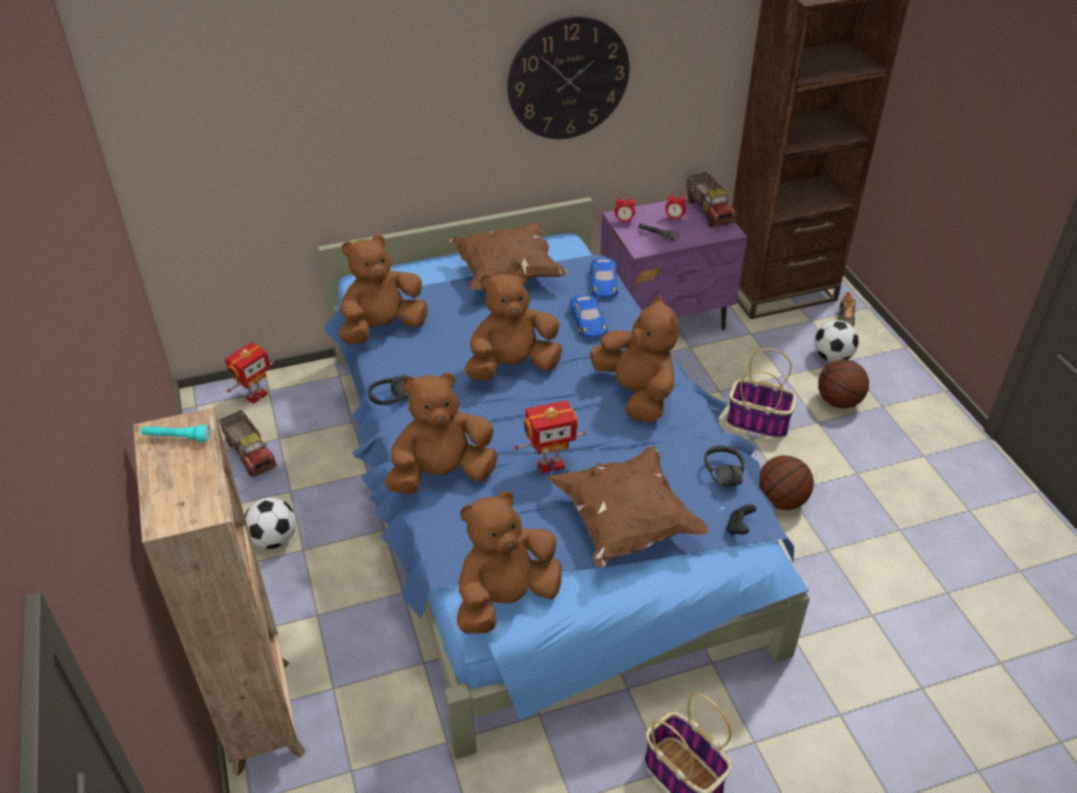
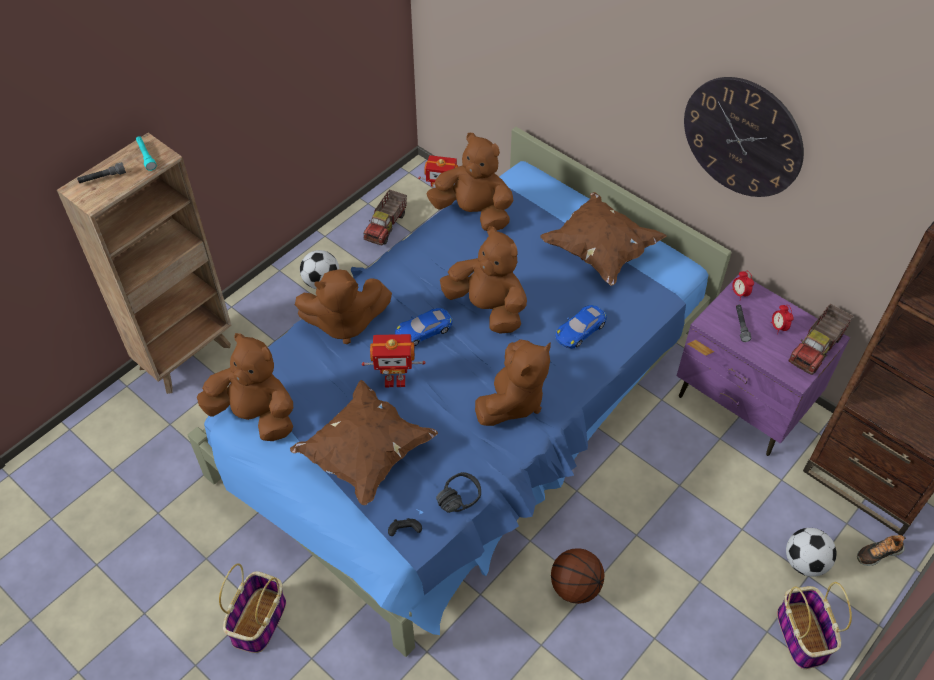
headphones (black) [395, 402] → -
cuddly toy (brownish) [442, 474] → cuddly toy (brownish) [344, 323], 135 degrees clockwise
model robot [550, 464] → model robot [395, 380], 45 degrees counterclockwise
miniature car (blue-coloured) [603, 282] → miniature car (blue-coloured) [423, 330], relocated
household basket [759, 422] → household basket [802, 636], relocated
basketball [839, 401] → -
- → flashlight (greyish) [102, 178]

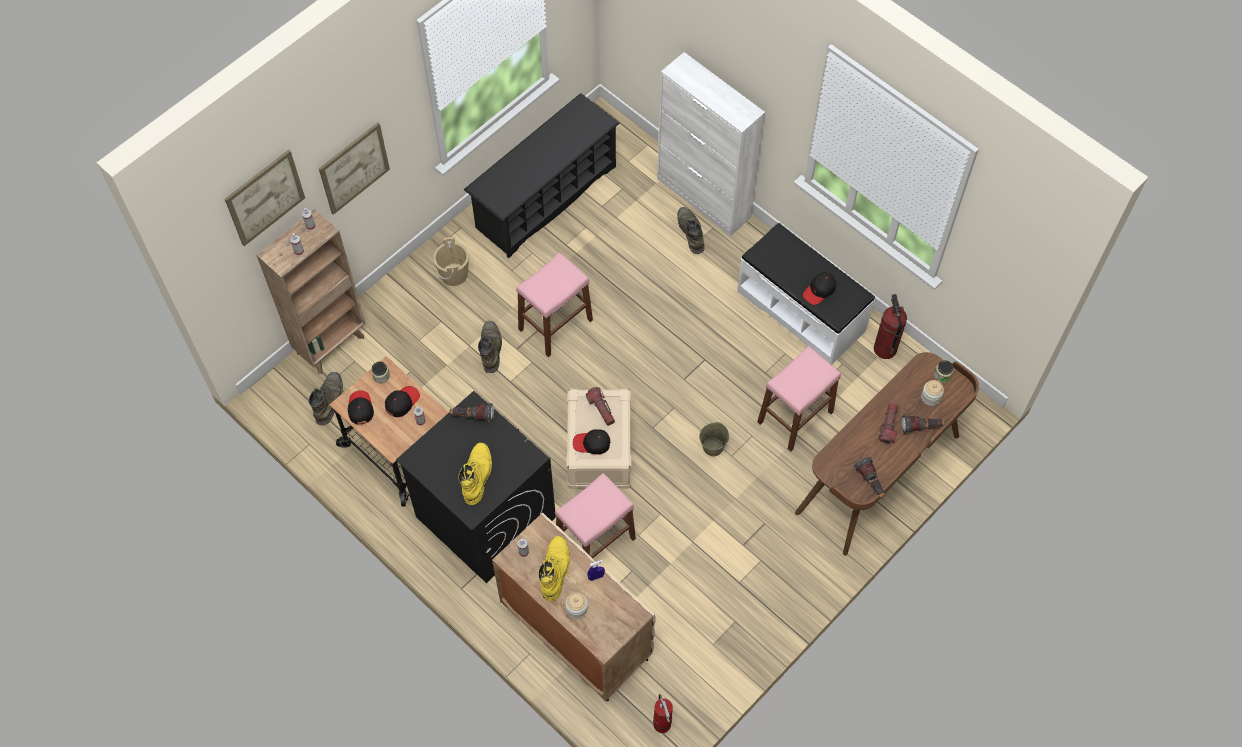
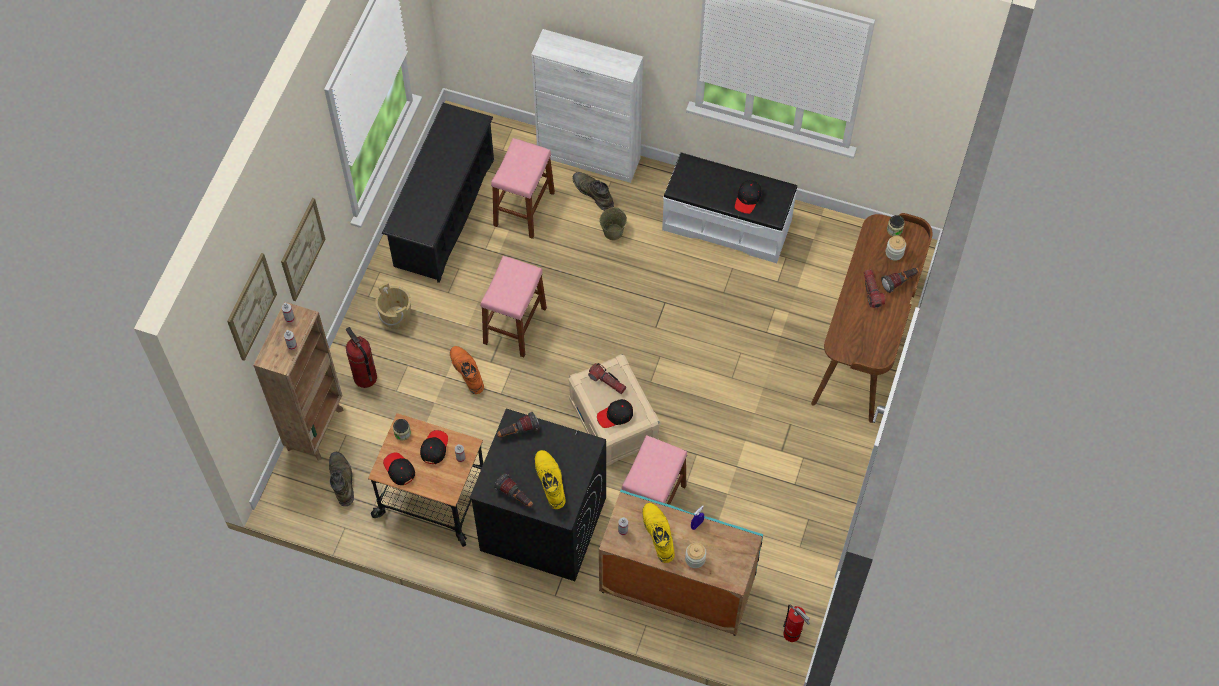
high-top boot (greenish) [490, 348] → high-top boot (orange-coloured) [467, 371]
cabinet (sand-coloured) [575, 631] → cabinet (turquoise) [675, 588]
water bucket (sand-coloured) [713, 446] → water bucket (sand-coloured) [613, 231], relocated
stool (pinkish) [795, 417] → stool (pinkish) [524, 209], relocated
flashlight [870, 483] → flashlight [515, 496], relocated
extinguisher [885, 349] → extinguisher [365, 377], relocated

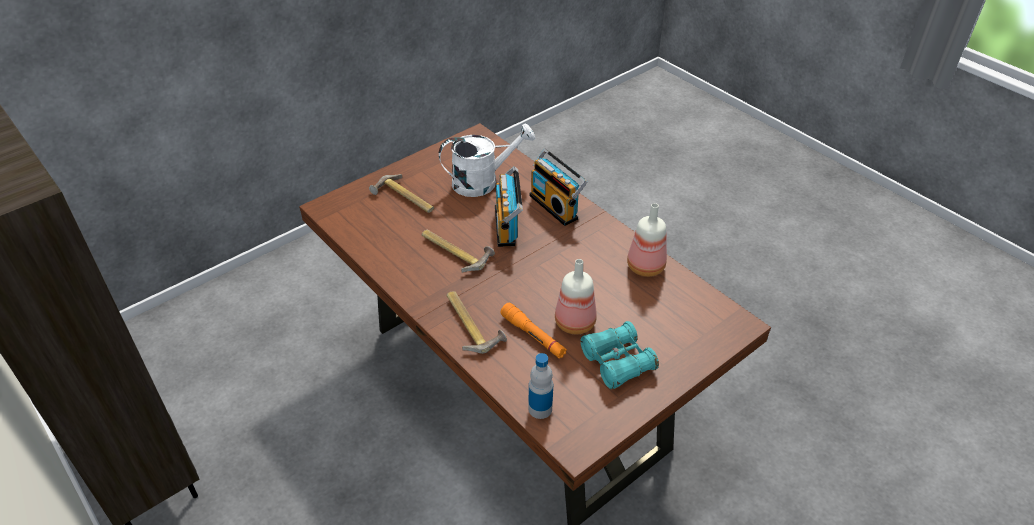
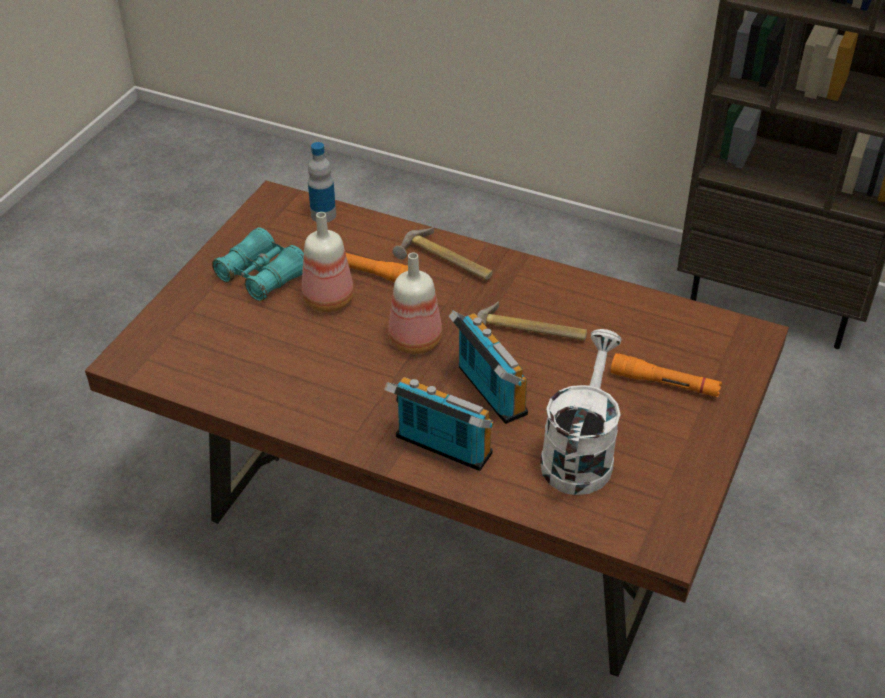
tool hammer [404, 199] → flashlight (orange-coloured) [664, 383]
watering pot (white) [483, 181] → watering pot (white) [579, 453], 150 degrees clockwise
drink bottle [646, 267] → drink bottle [414, 340], relocated

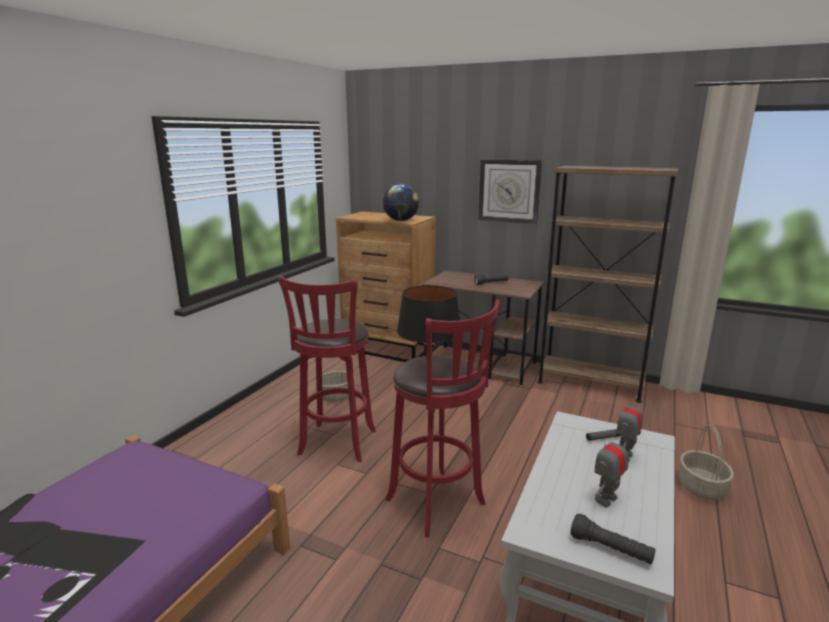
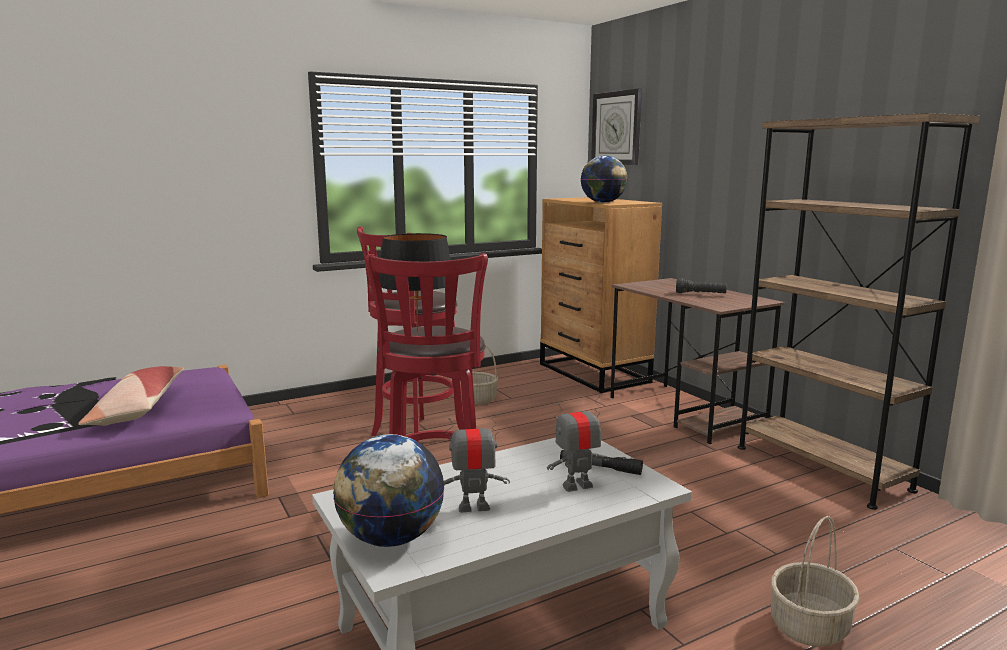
wall clock [509, 191] → wall clock [616, 128], relocated
flashlight (black) [610, 549] → desk globe [390, 538]
- → throw pillow [137, 408]

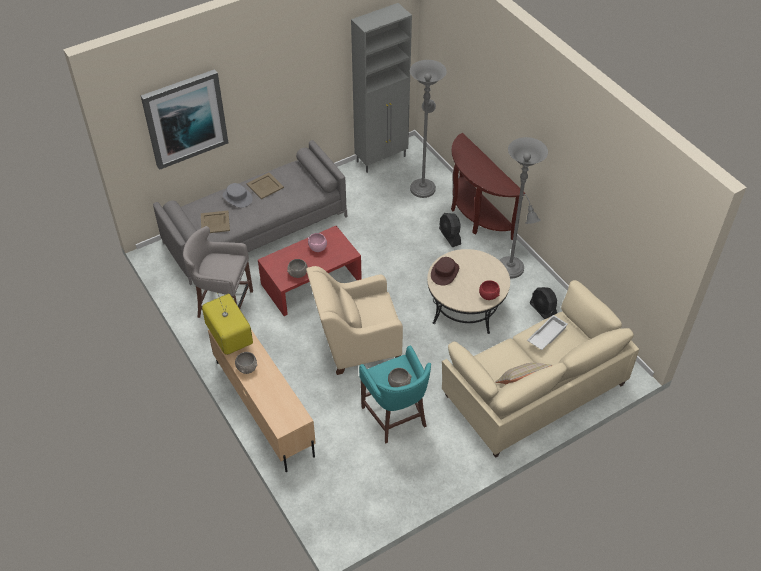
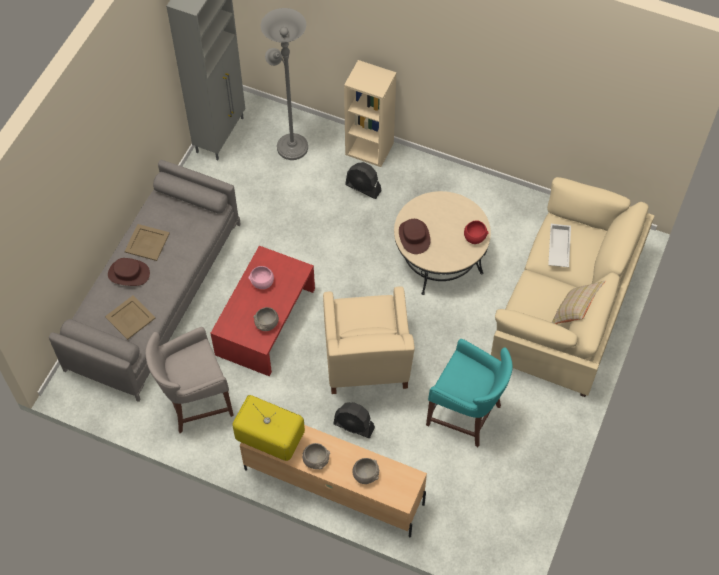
picture [185, 118] → -
clothing hat (greyish) [237, 197] → clothing hat (brownish) [128, 274]
armchair (sand-coloured) [356, 344] → armchair (sand-coloured) [366, 362], 45 degrees counterclockwise
serving bowl (greyish) [399, 384] → serving bowl (greyish) [366, 475], relocated
hall table (brownish) [476, 215] → bookcase (sand-coloured) [370, 148]
standing lamp (greyish) [512, 271] → -
cooling fan (black) [543, 311] → cooling fan (black) [354, 426], relocated

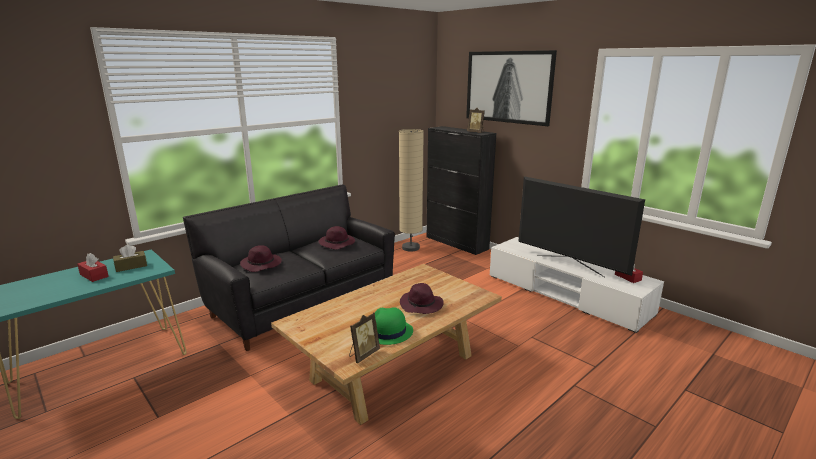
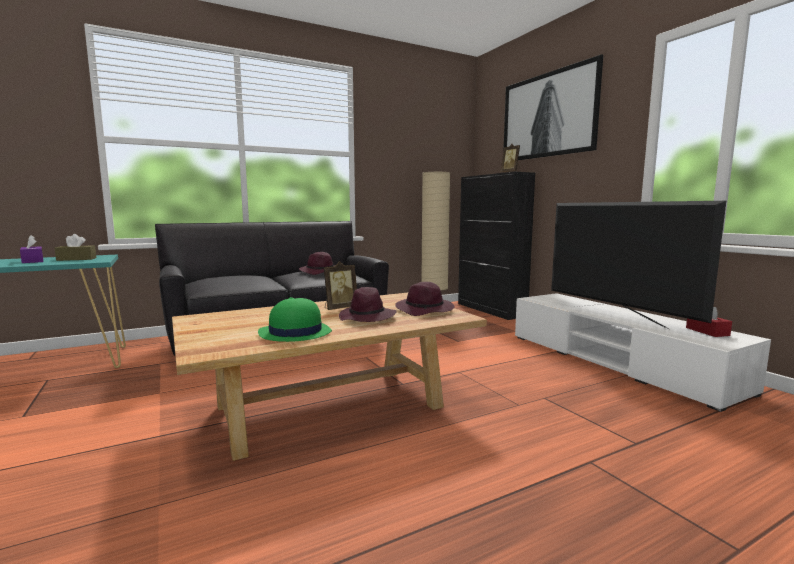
tissue holder (reddish) [94, 275] → tissue holder (purplish) [32, 261]
clothing hat (purplish) [262, 264] → clothing hat (purplish) [425, 310], relocated
standing frame [363, 354] → standing frame [340, 308], relocated

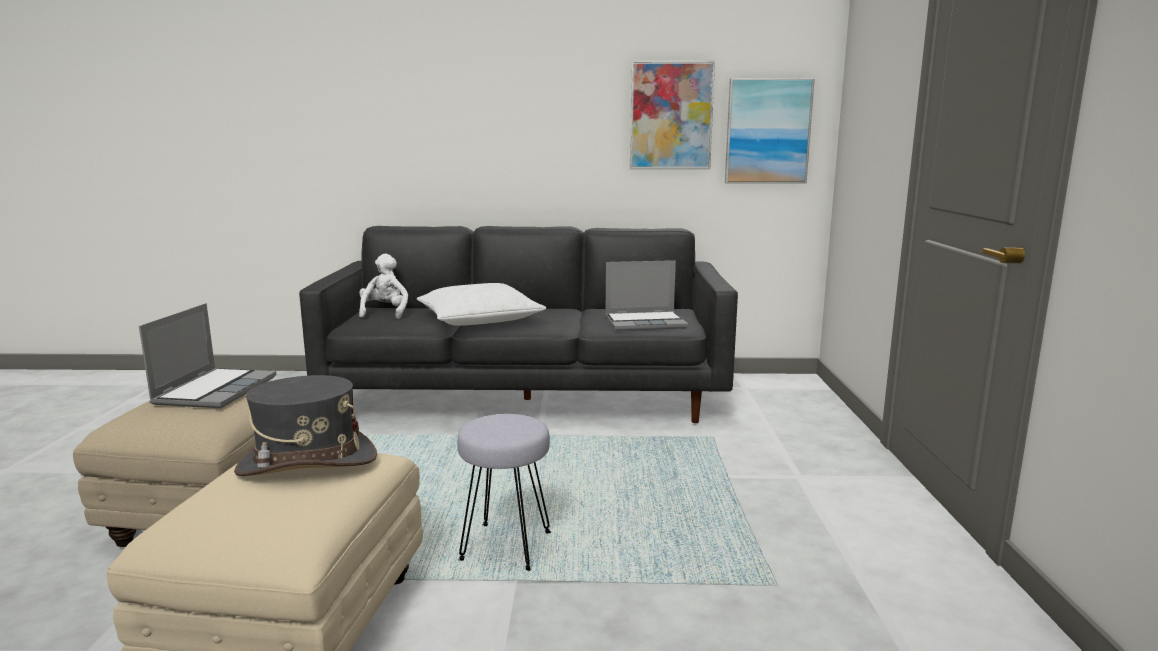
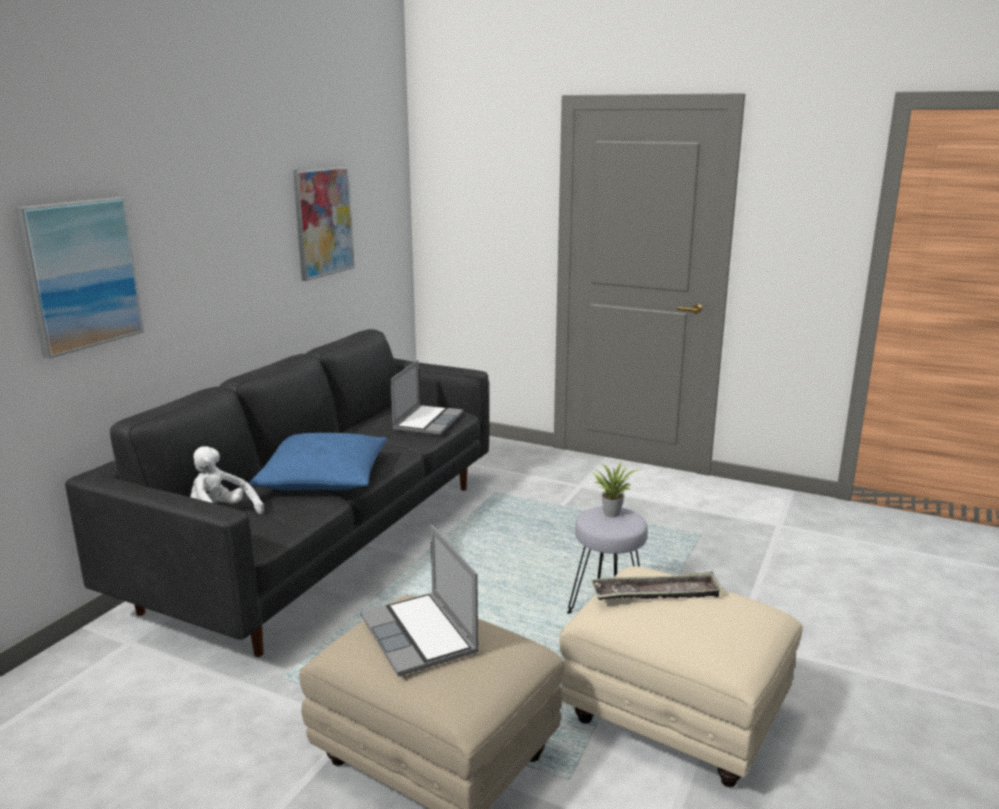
laptop [215, 390] → laptop [421, 636], 150 degrees counterclockwise
clothing hat (greyish) [307, 463] → carrying tray [656, 594]
throw pillow (white) [479, 319] → throw pillow (blue-coloured) [323, 477]
picture [767, 131] → picture [81, 274], relocated
- → potted plant [611, 512]

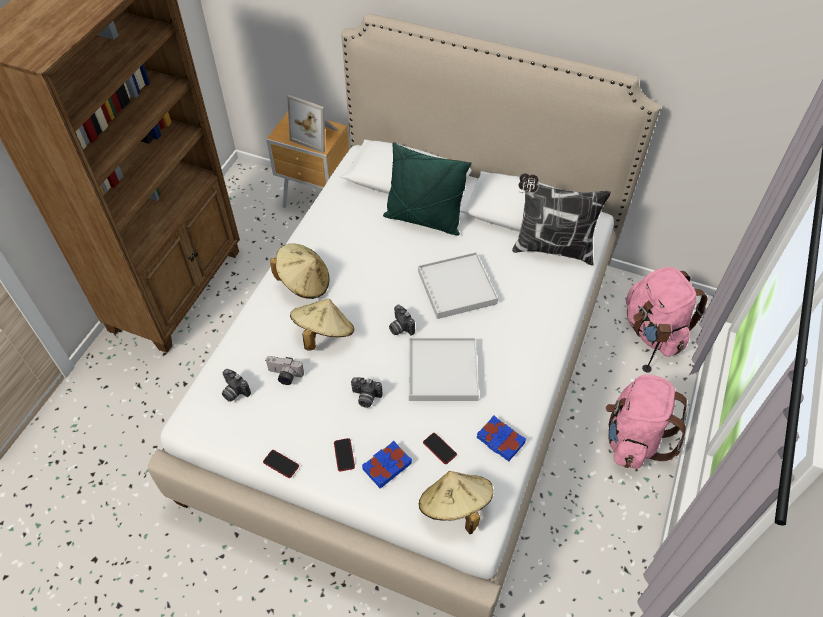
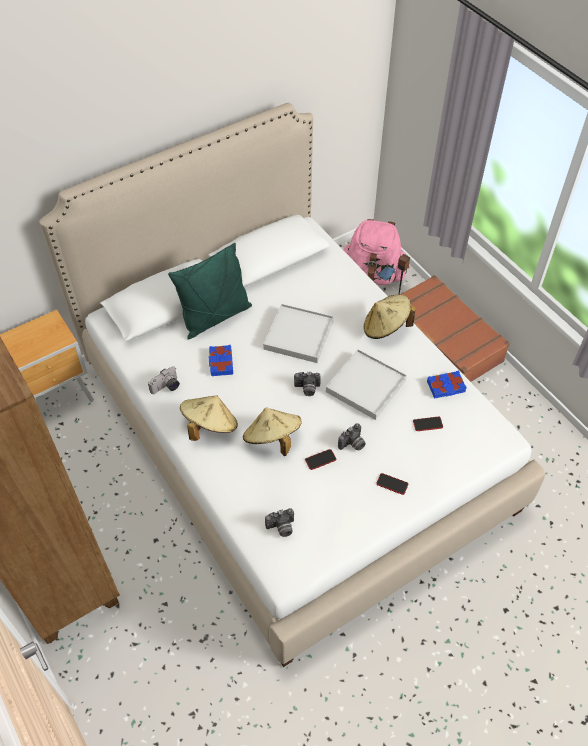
handset [281, 464] → handset [320, 460], relocated
still camera [284, 376] → still camera [166, 387], relocated
standing frame [316, 135] → -
book (blue-coloured) [386, 466] → book (blue-coloured) [220, 363], relocated
clothing hat (sand-coloured) [454, 507] → clothing hat (sand-coloured) [385, 328], relocated
throw pillow [551, 248] → -
rucksack (pinkish) [633, 438] → suitcase (brownish) [443, 340]

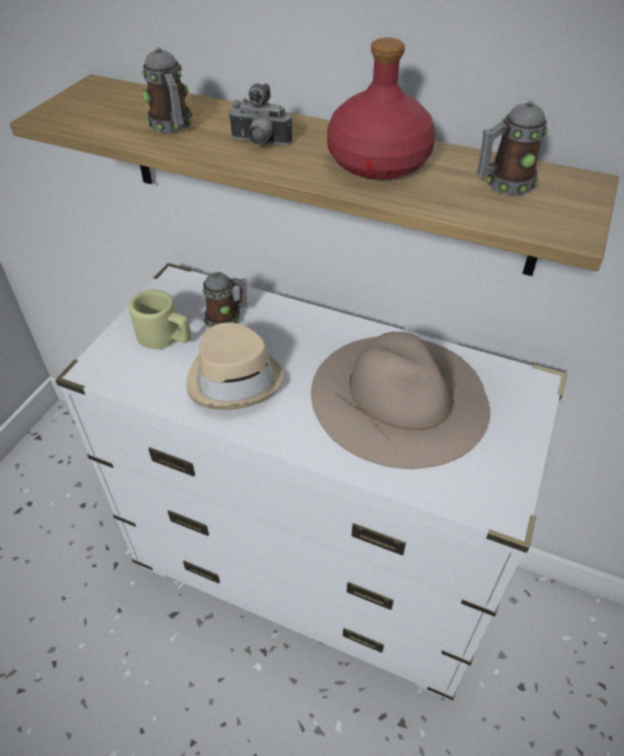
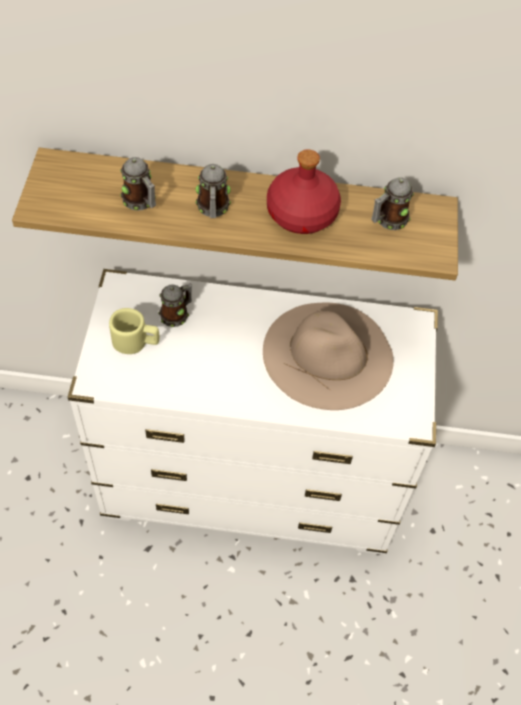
clothing hat (sand-coloured) [235, 378] → -
still camera [259, 143] → mug [213, 209]

